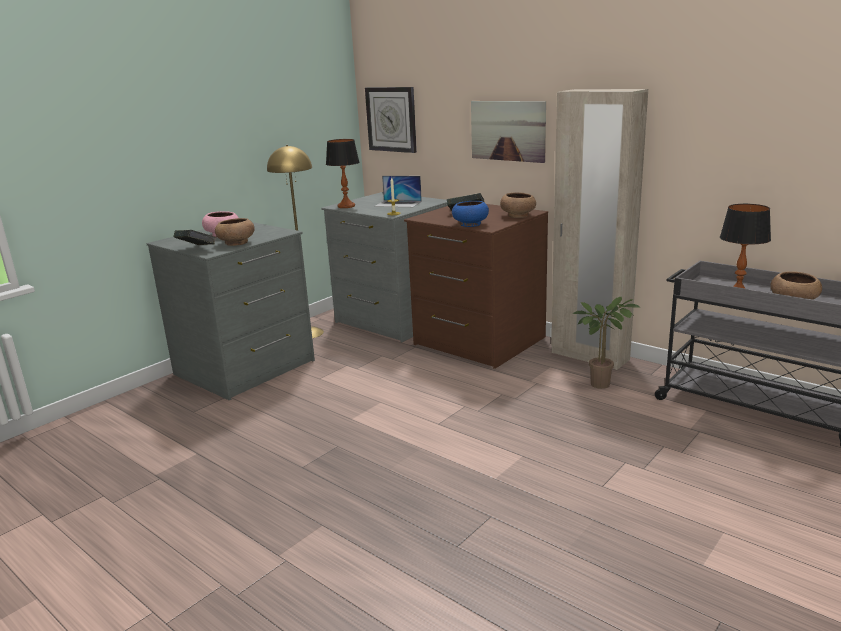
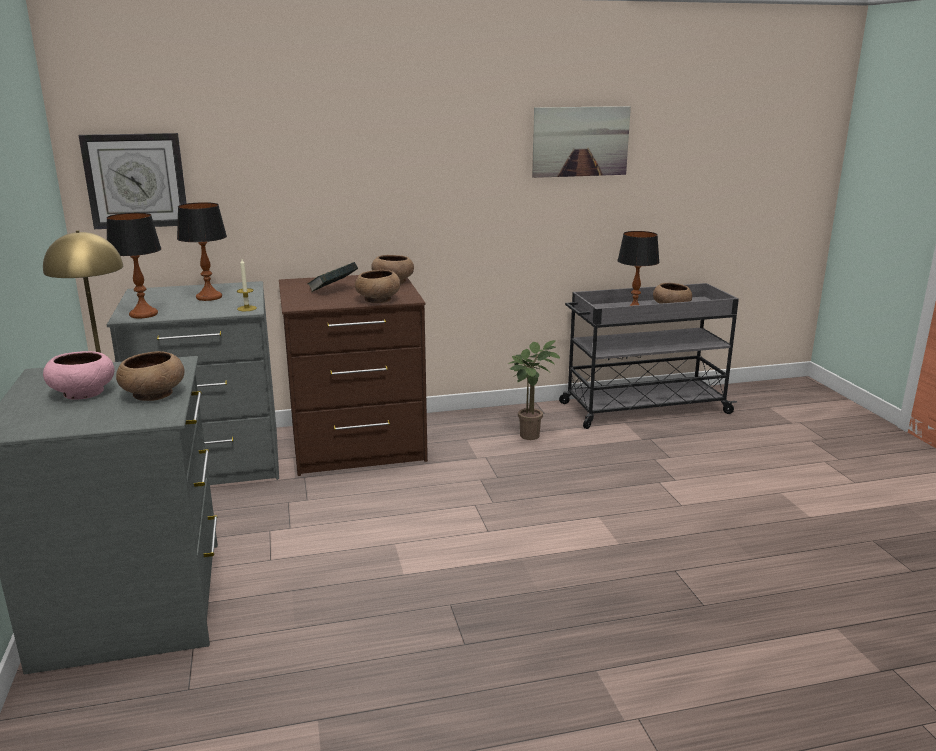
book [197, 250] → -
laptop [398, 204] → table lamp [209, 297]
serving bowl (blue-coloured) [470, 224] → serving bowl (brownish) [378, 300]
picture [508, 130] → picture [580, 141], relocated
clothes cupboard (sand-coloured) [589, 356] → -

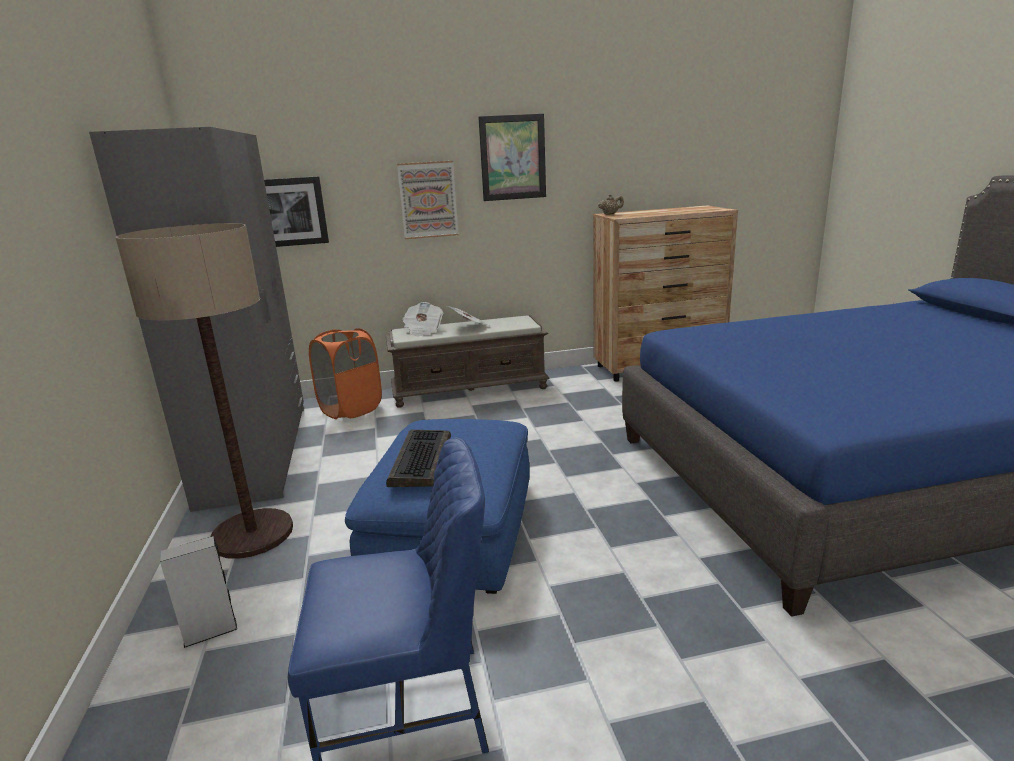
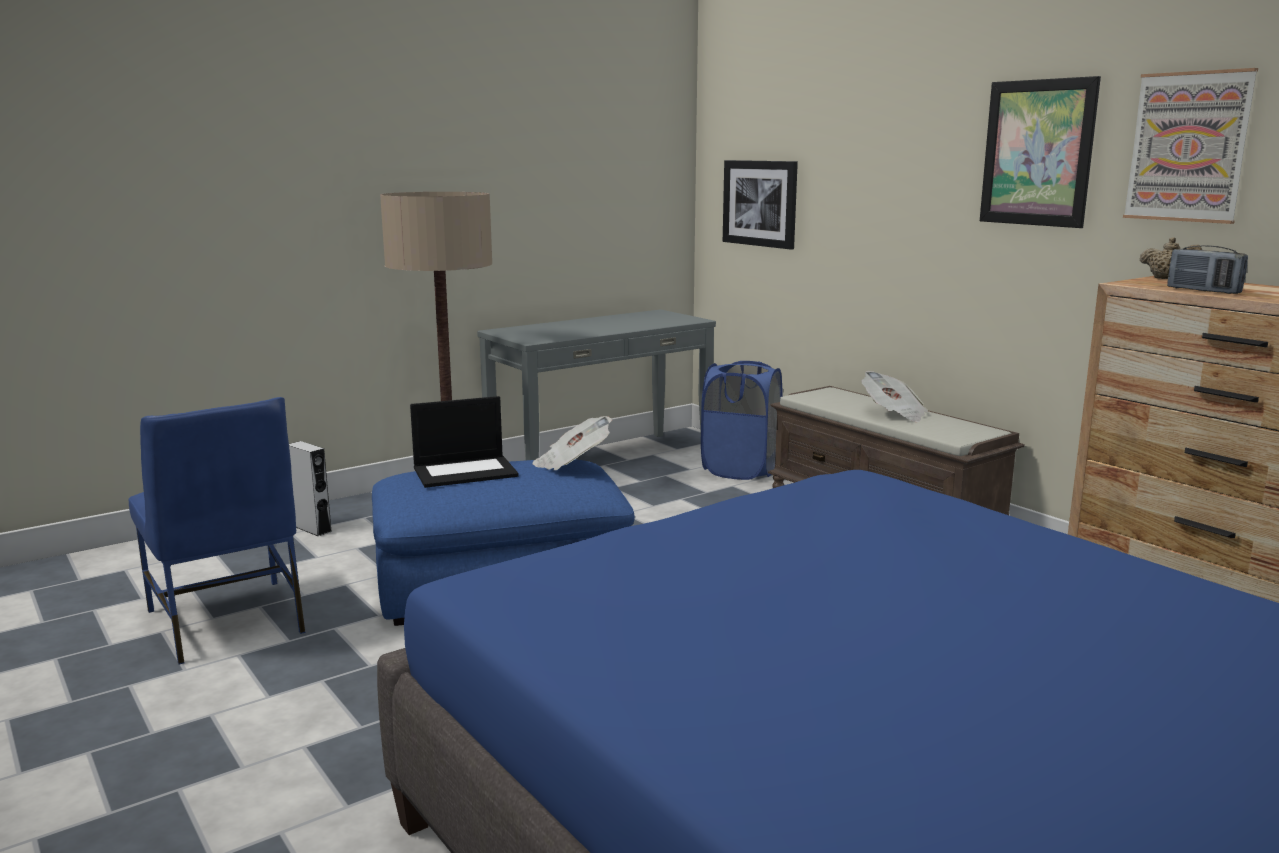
clothes cupboard (greyish) [257, 452] → hall table (greyish) [600, 461]
hamper (orange-coloured) [351, 409] → hamper (blue-coloured) [740, 470]
keyboard [420, 459] → laptop [466, 471]
picture [428, 200] → picture [1188, 147], relocated
newspaper [423, 330] → newspaper [572, 464], relocated
- → radio set [1203, 291]

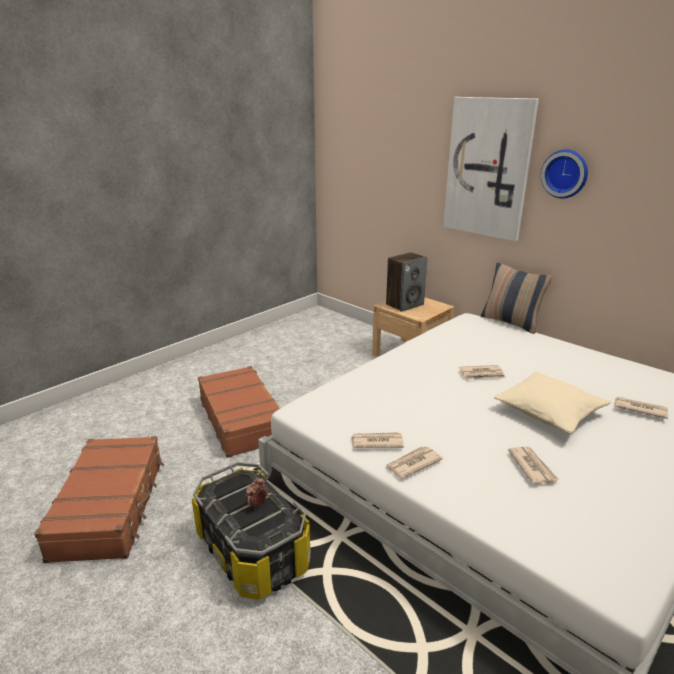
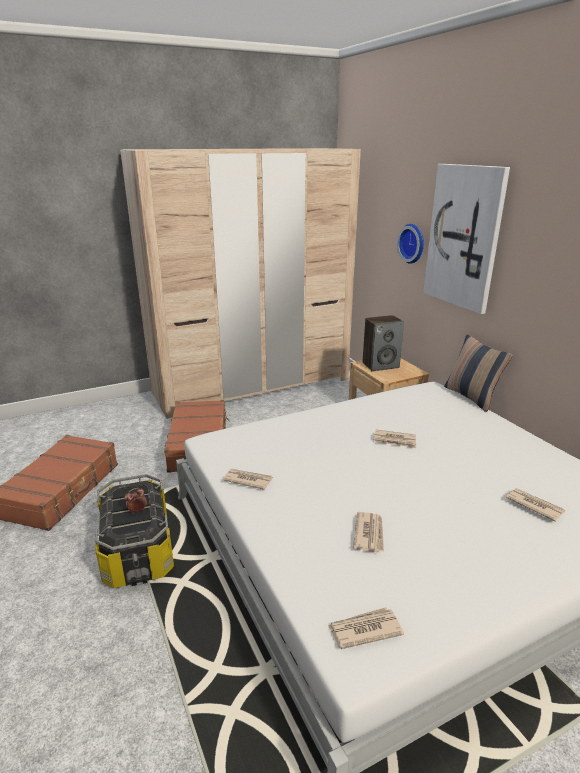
newspaper [412, 464] → newspaper [364, 630], relocated
throw pillow (sand-coloured) [549, 412] → -
wall clock [565, 173] → wall clock [413, 243], relocated
- → clothes cupboard (sand-coloured) [253, 385]

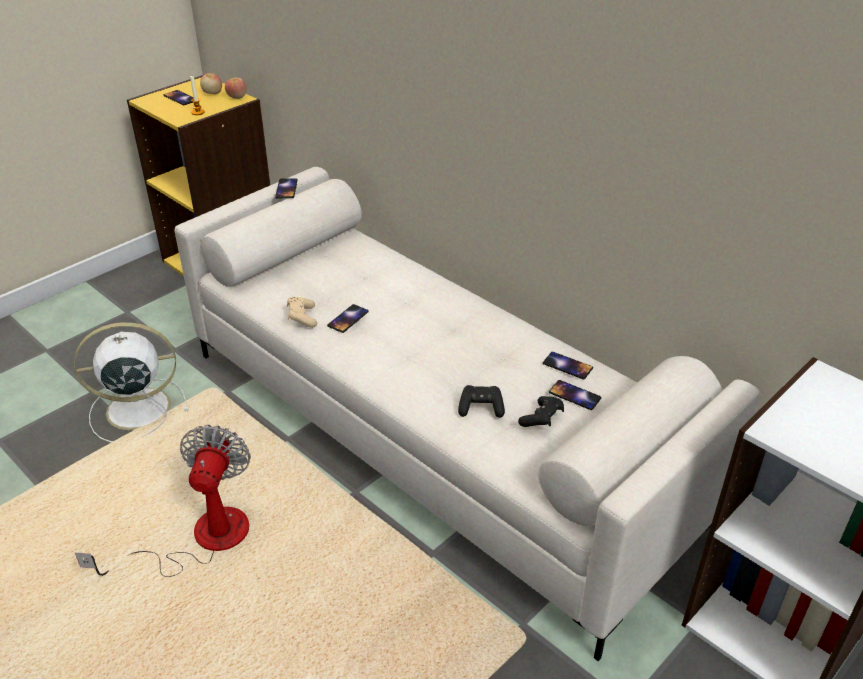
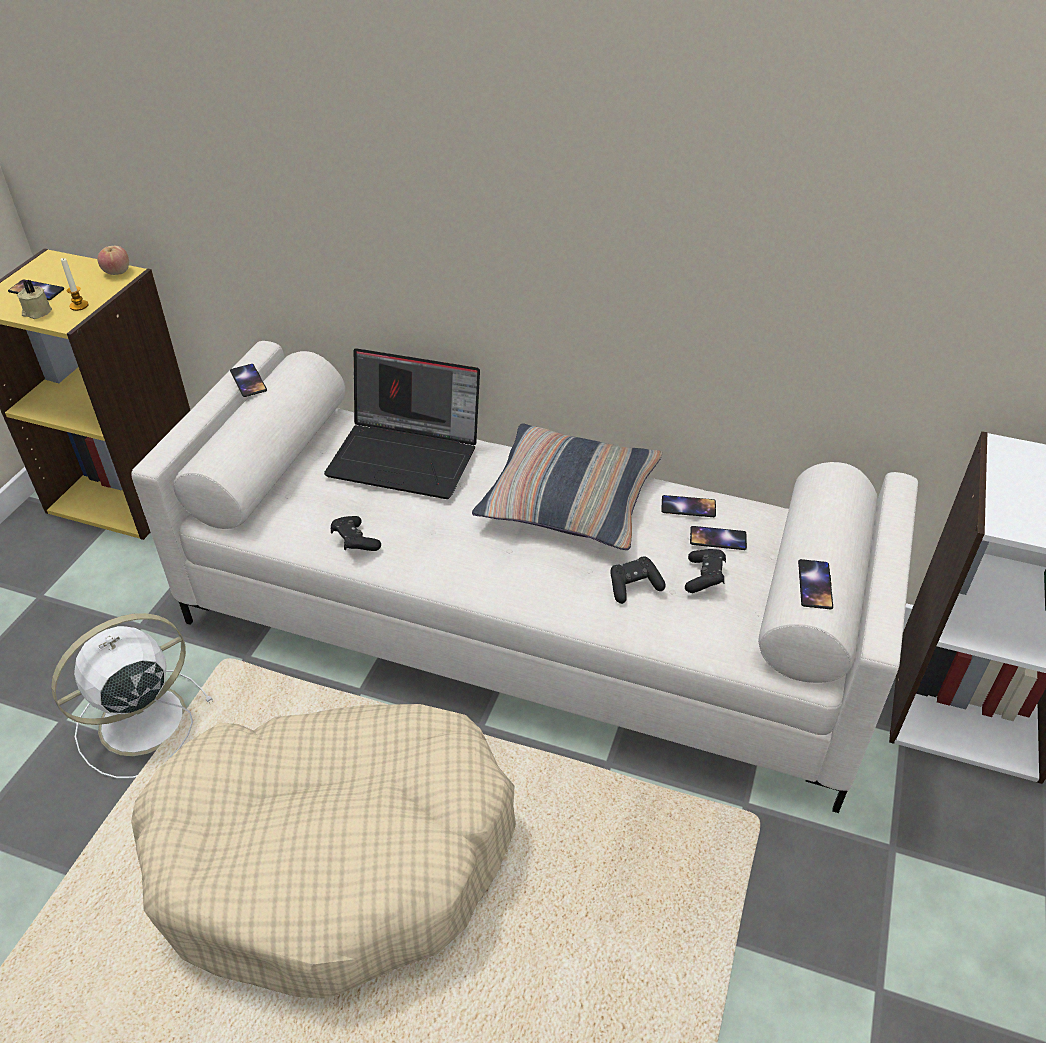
cooling fan [201, 539] → dog bed (sand-coloured) [335, 856]
whole apple [212, 93] → -
game controller (sand-coloured) [302, 318] → game controller (black) [355, 542]
handset [348, 319] → handset [815, 584], relocated
- → wax light (sand-coloured) [36, 312]
- → laptop [408, 456]
- → throw pillow [570, 500]

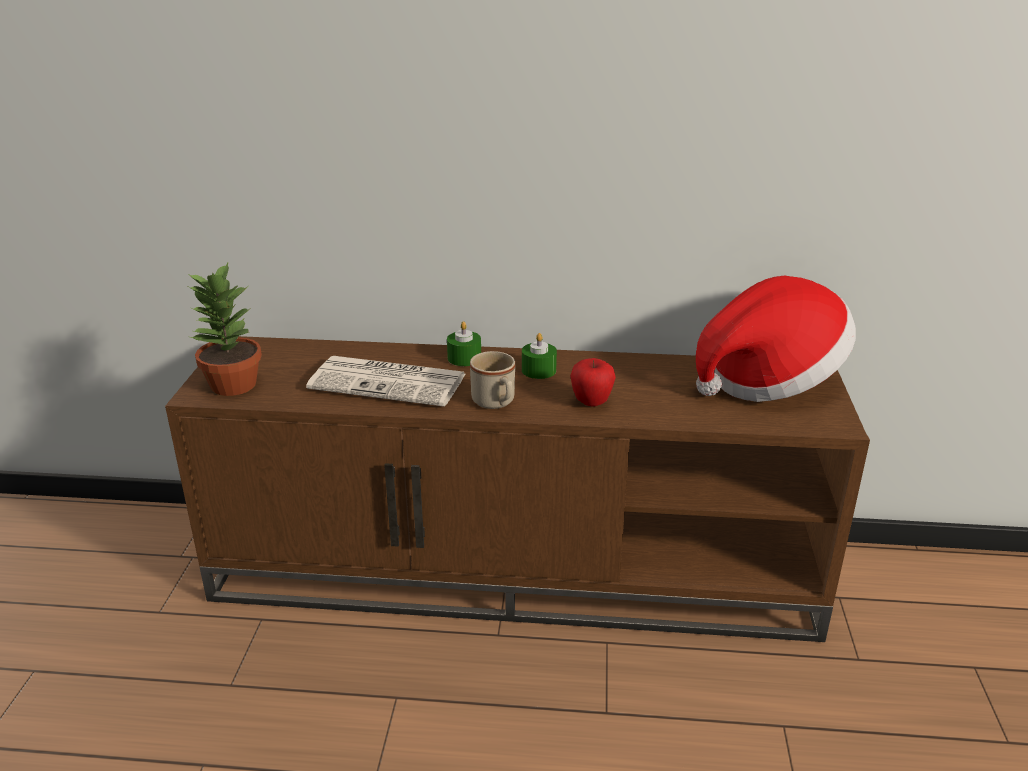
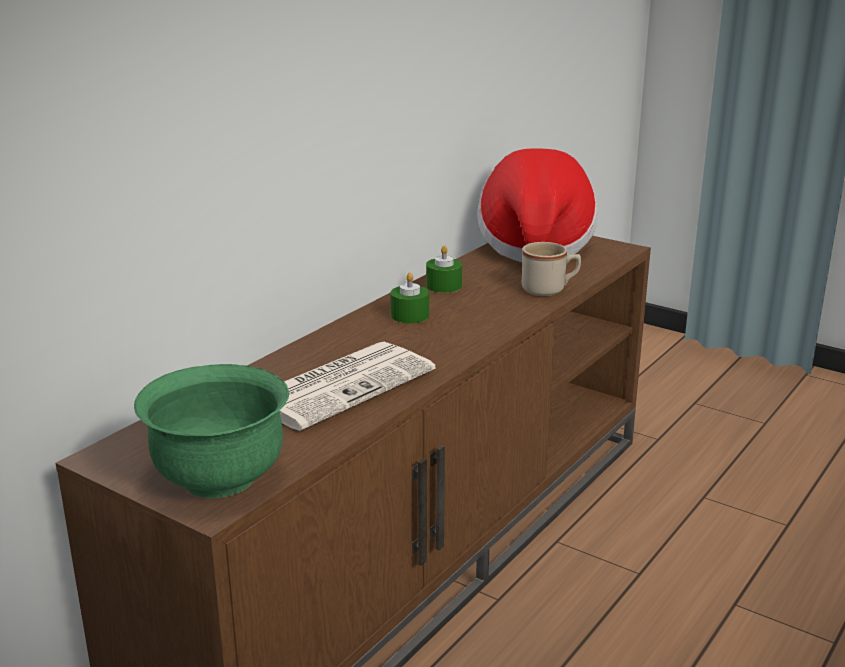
potted plant [232, 385] → serving bowl (greenish) [220, 478]
wax light (greenish) [464, 358] → wax light (greenish) [443, 286], relocated
mug (sand-coloured) [496, 403] → mug (sand-coloured) [549, 290], relocated
whole apple [591, 403] → -

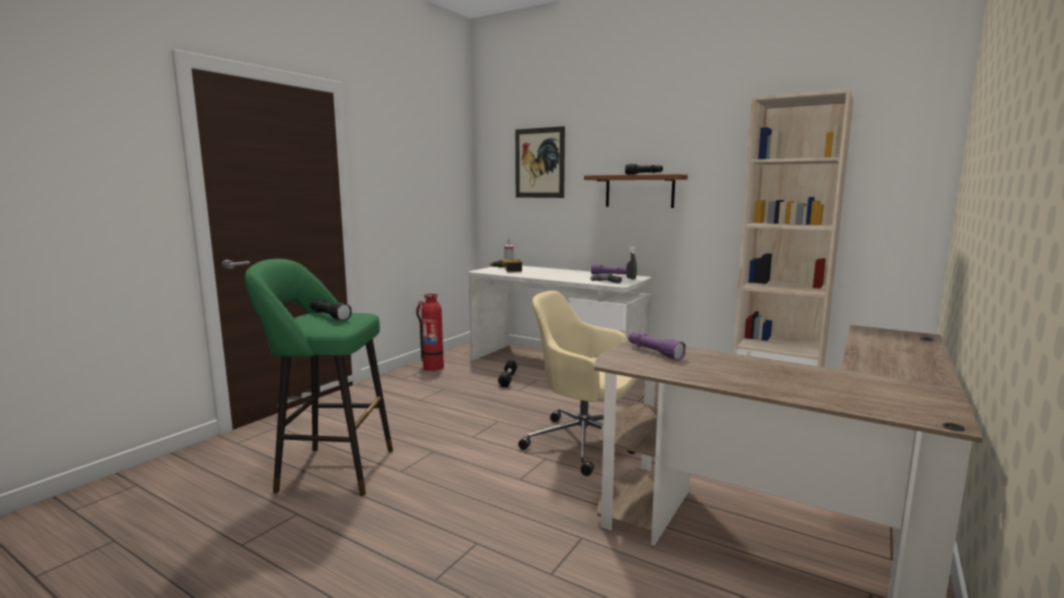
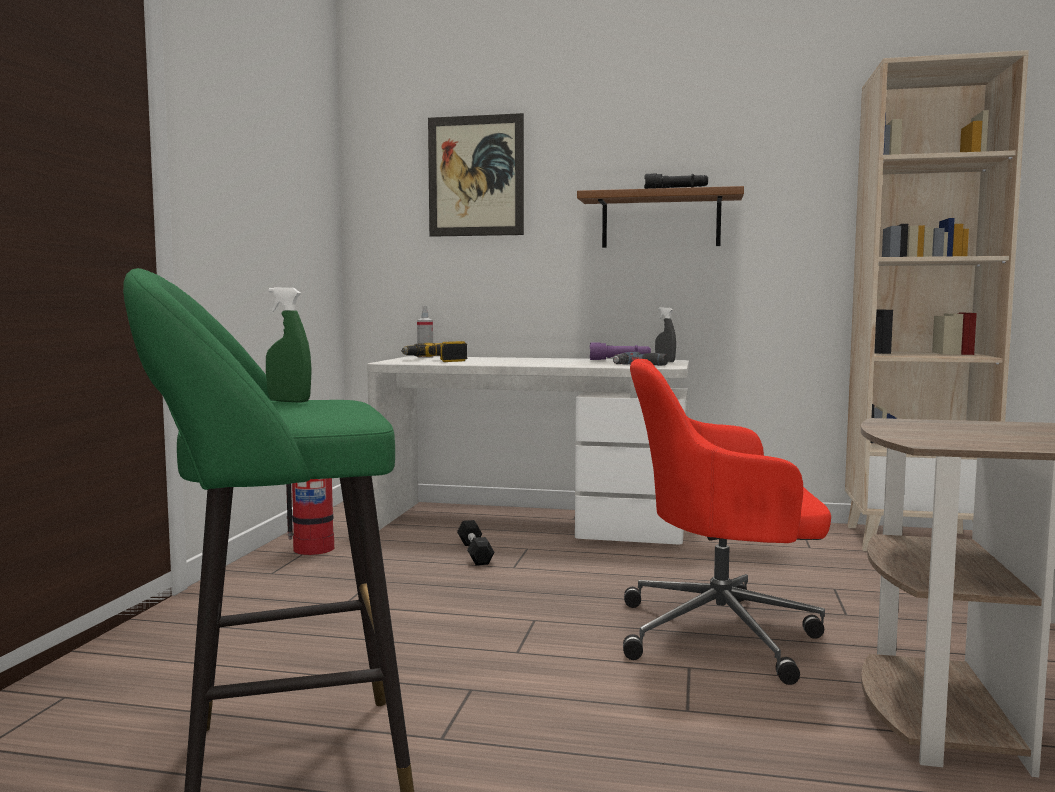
flashlight (black) [328, 316] → spray bottle (greenish) [289, 401]
office chair (sand-coloured) [584, 443] → office chair (reddish) [723, 634]
flashlight (purplish) [653, 352] → -

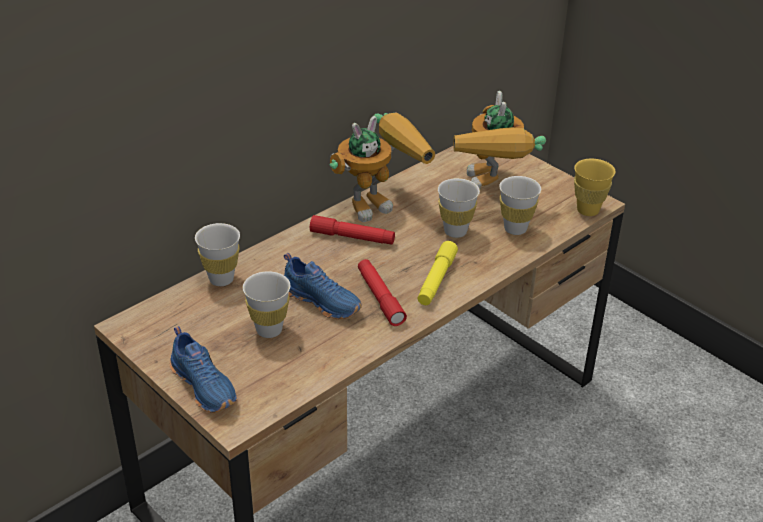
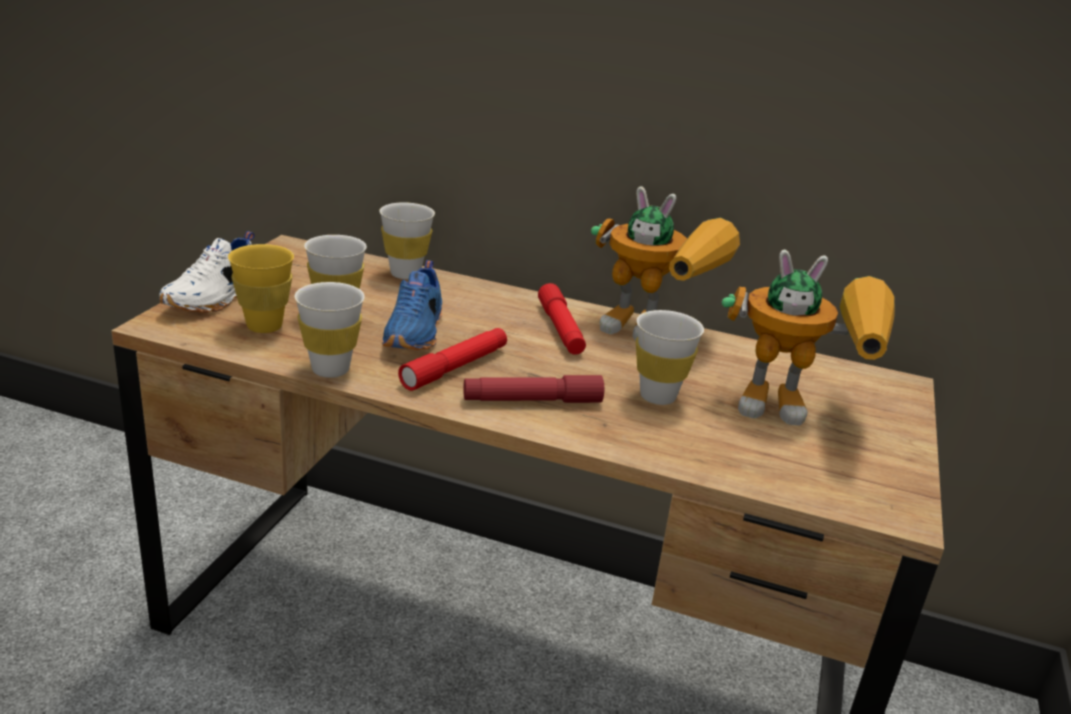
low shoe (blue-coloured) [205, 386] → low shoe (white) [216, 298]
flashlight (yellow) [436, 280] → flashlight (reddish) [532, 400]
model robot [492, 188] → model robot [798, 408], 135 degrees counterclockwise
cup (white) [515, 229] → cup (white) [330, 369], relocated
cup (yellow) [588, 210] → cup (yellow) [264, 326], relocated

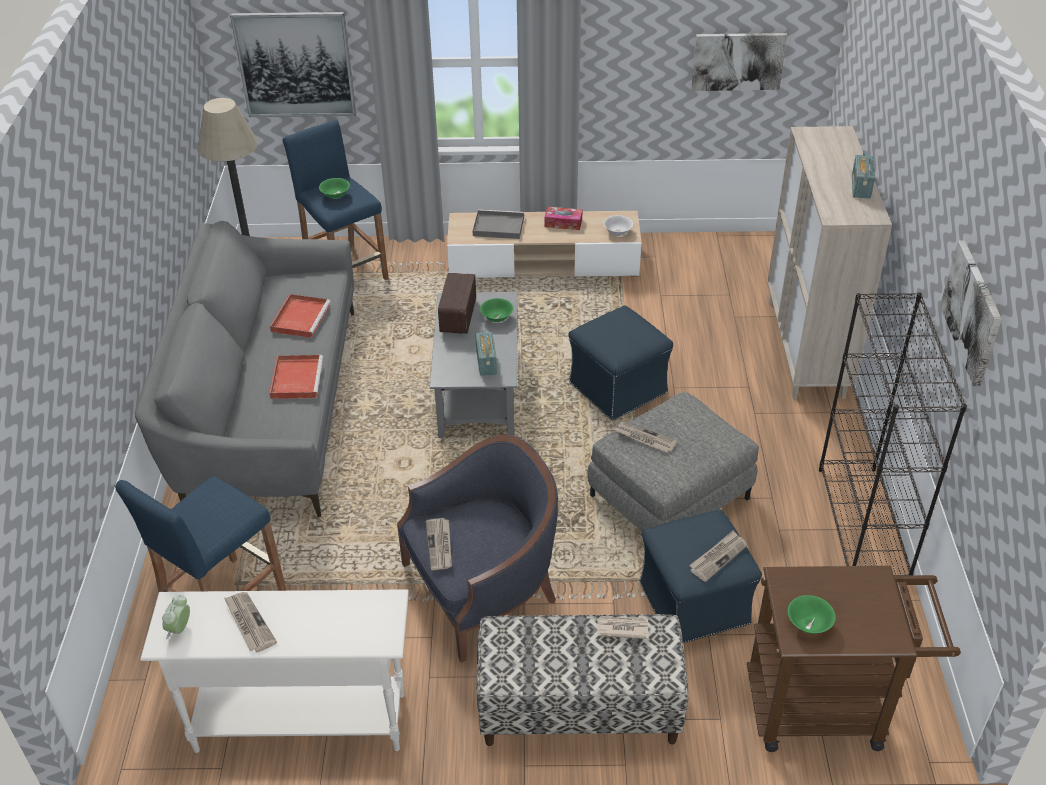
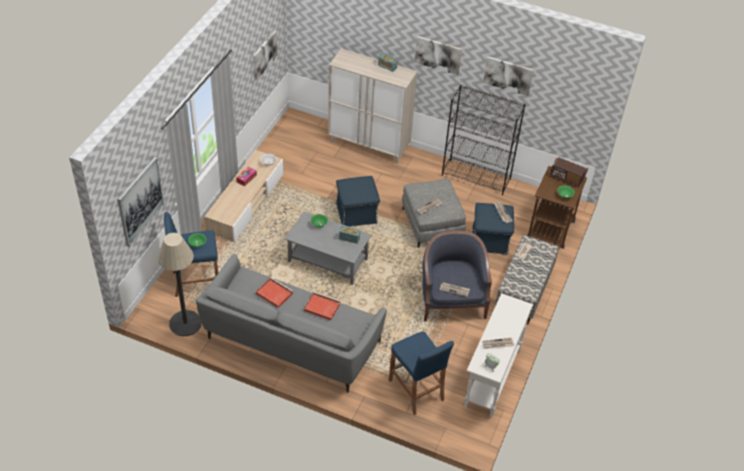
radio set [458, 317] → radio set [566, 178], relocated
carrying tray (greyish) [497, 226] → -
- → picture [438, 54]

